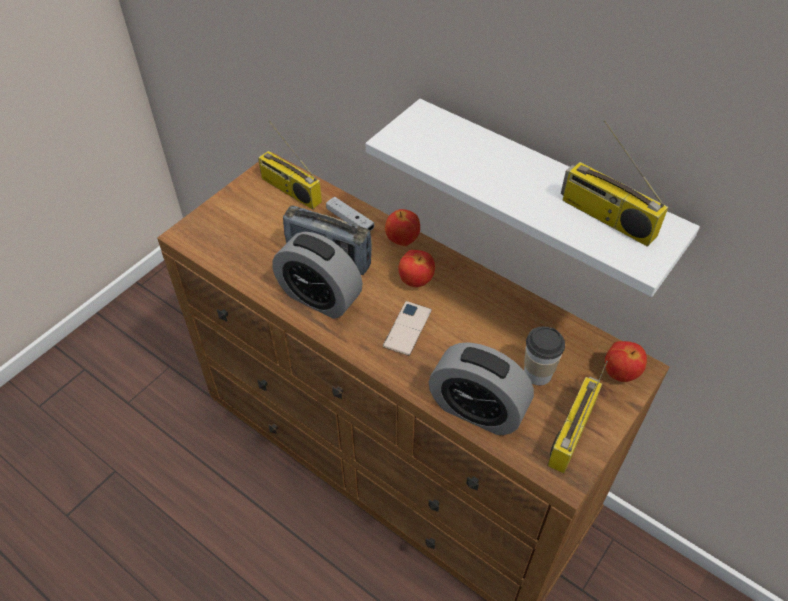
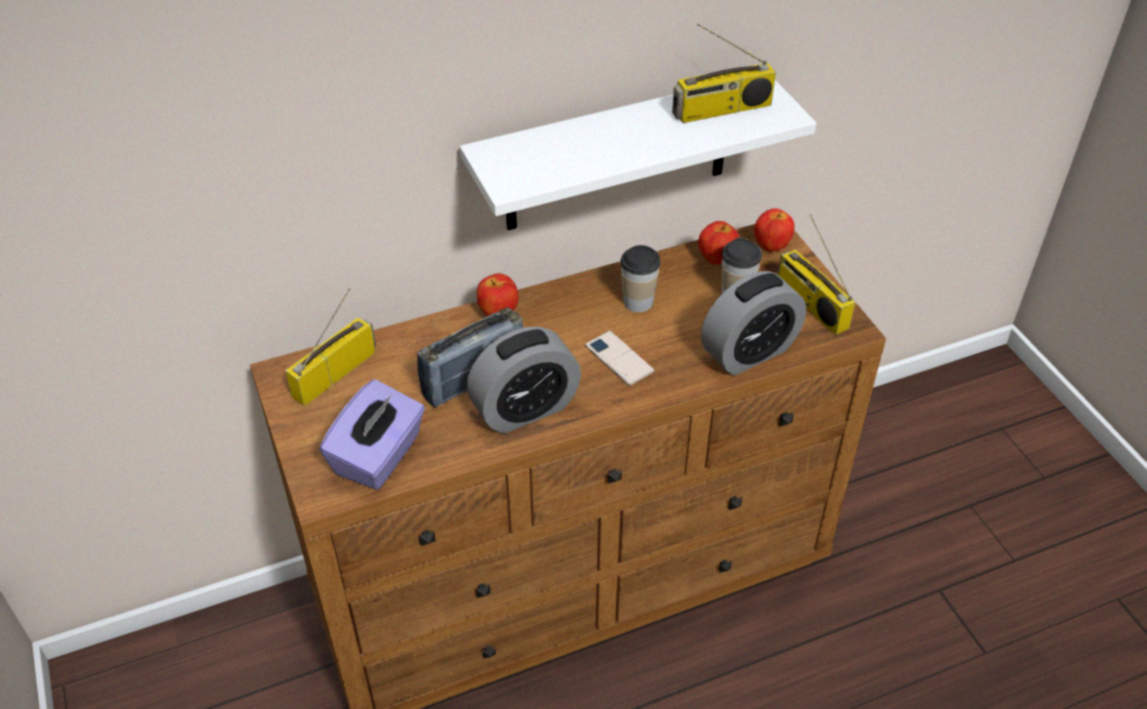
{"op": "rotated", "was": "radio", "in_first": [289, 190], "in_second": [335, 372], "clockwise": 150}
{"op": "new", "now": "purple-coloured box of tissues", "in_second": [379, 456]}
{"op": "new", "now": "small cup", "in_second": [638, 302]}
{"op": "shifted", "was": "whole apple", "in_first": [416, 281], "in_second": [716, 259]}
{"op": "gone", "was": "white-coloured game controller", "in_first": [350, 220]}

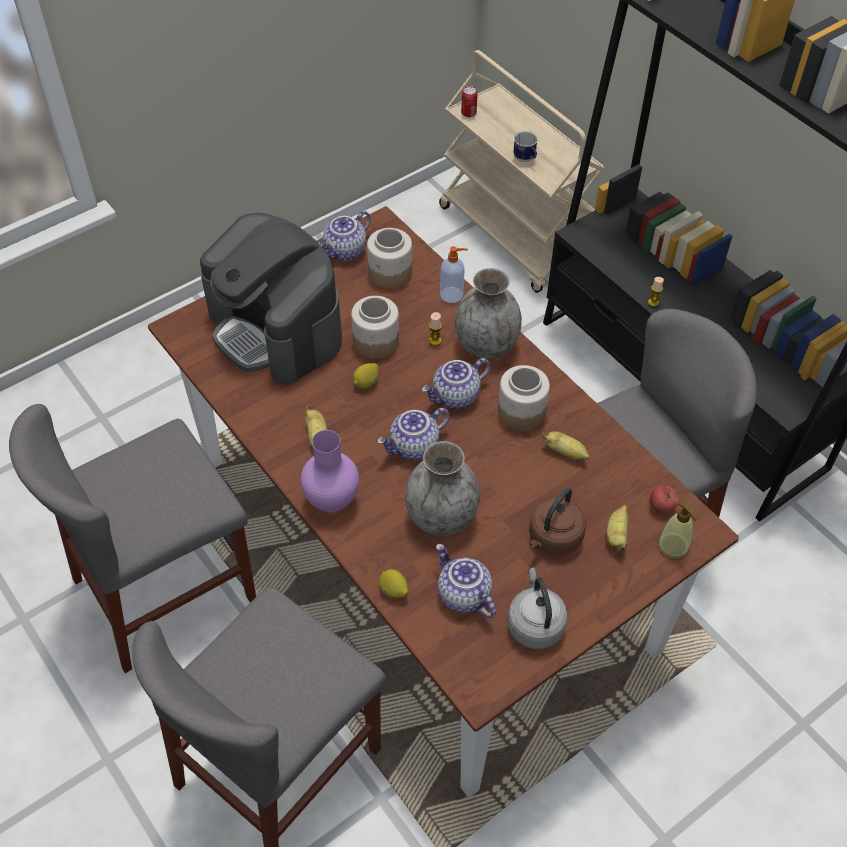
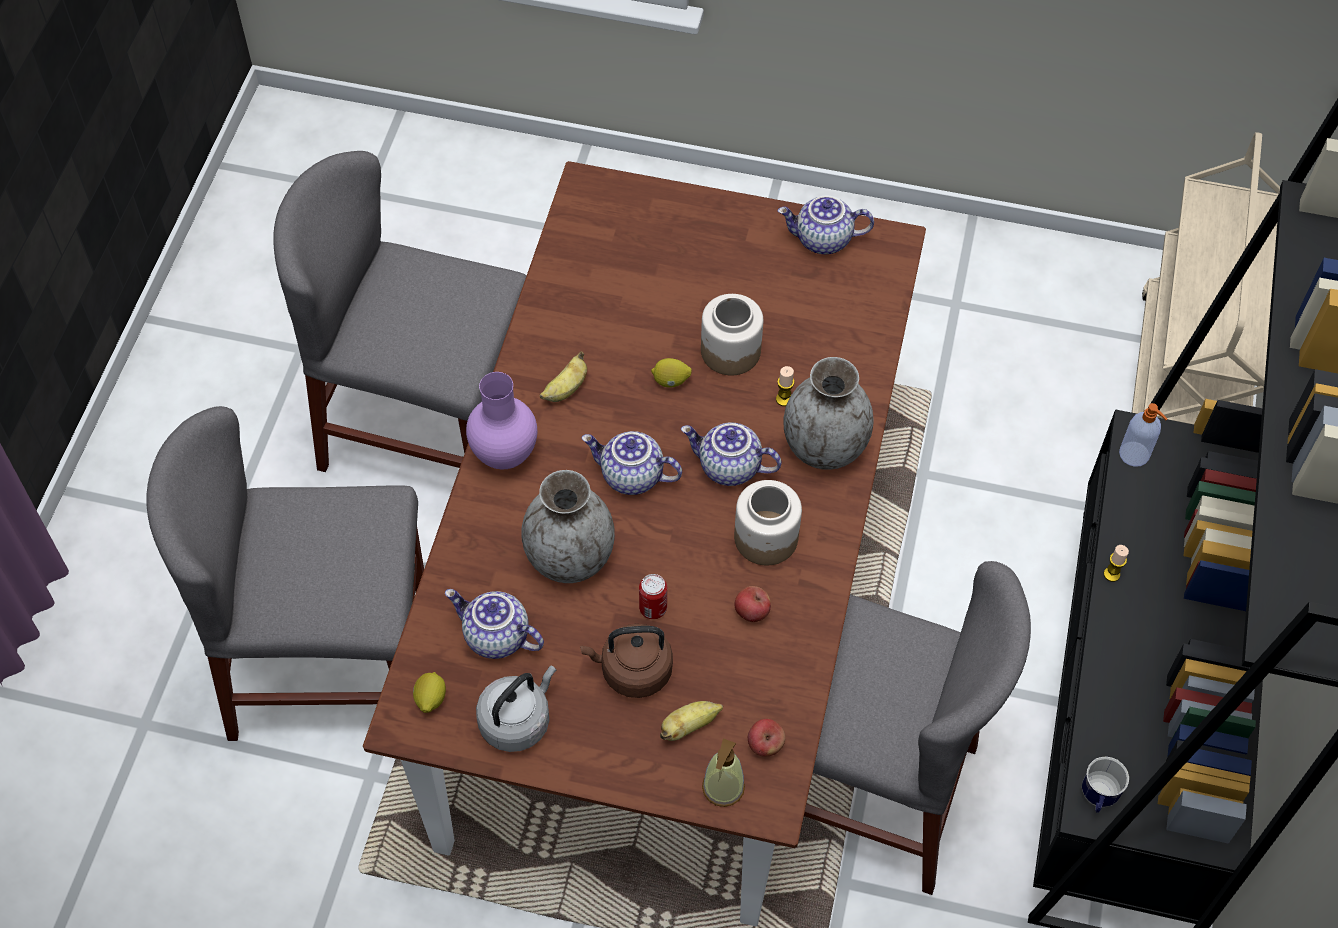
{"op": "shifted", "was": "whole lemon", "in_first": [393, 590], "in_second": [430, 699]}
{"op": "rotated", "was": "teapot", "in_first": [462, 595], "in_second": [495, 637], "clockwise": -75}
{"op": "shifted", "was": "metal can", "in_first": [468, 113], "in_second": [653, 608]}
{"op": "swapped", "was": "banana", "now": "whole apple", "in_first": [565, 453], "in_second": [751, 612]}
{"op": "shifted", "was": "coffee mug", "in_first": [526, 159], "in_second": [1097, 798]}
{"op": "shifted", "was": "soap bottle", "in_first": [452, 295], "in_second": [1135, 455]}
{"op": "gone", "was": "coffee brewer", "in_first": [276, 330]}
{"op": "gone", "was": "jar", "in_first": [390, 273]}

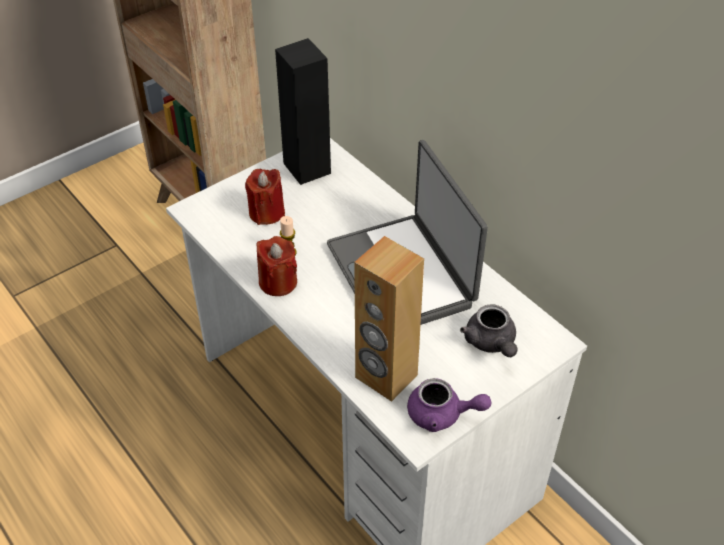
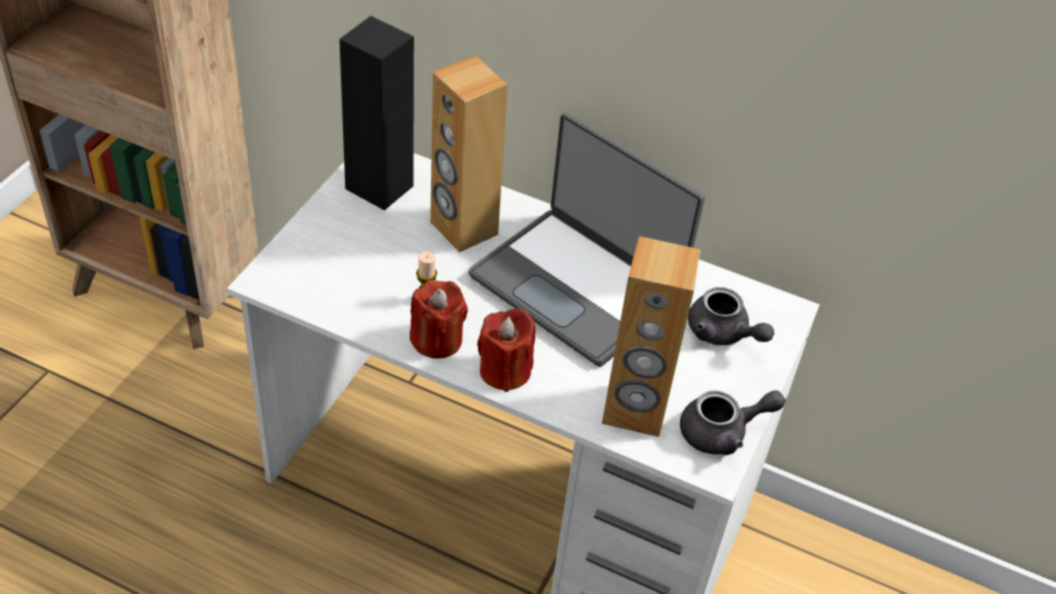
{"op": "new", "now": "brown loudspeaker", "in_second": [463, 228]}
{"op": "shifted", "was": "red candle", "in_first": [266, 213], "in_second": [505, 370]}
{"op": "repainted", "was": "purple-coloured teapot", "now": "grey teapot", "in_first": [442, 415], "in_second": [722, 433]}

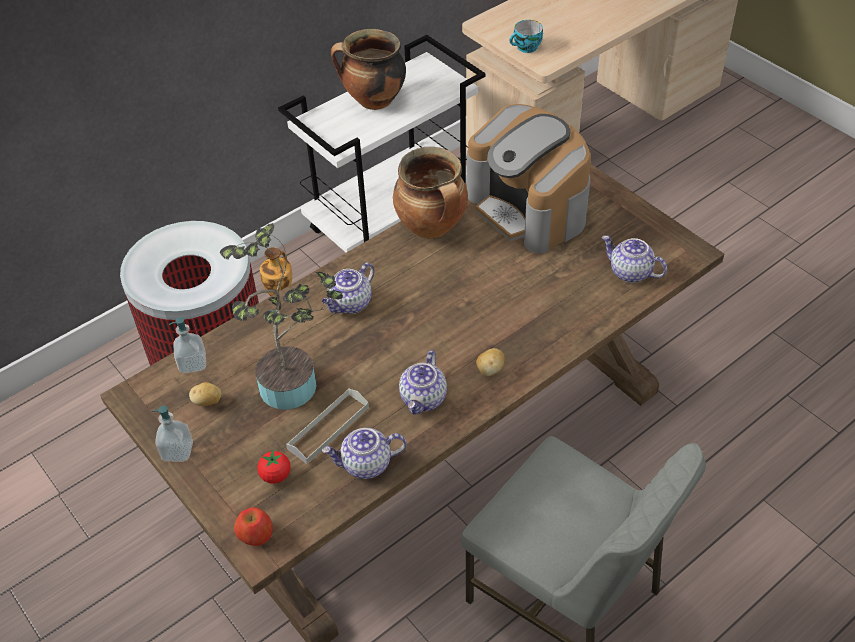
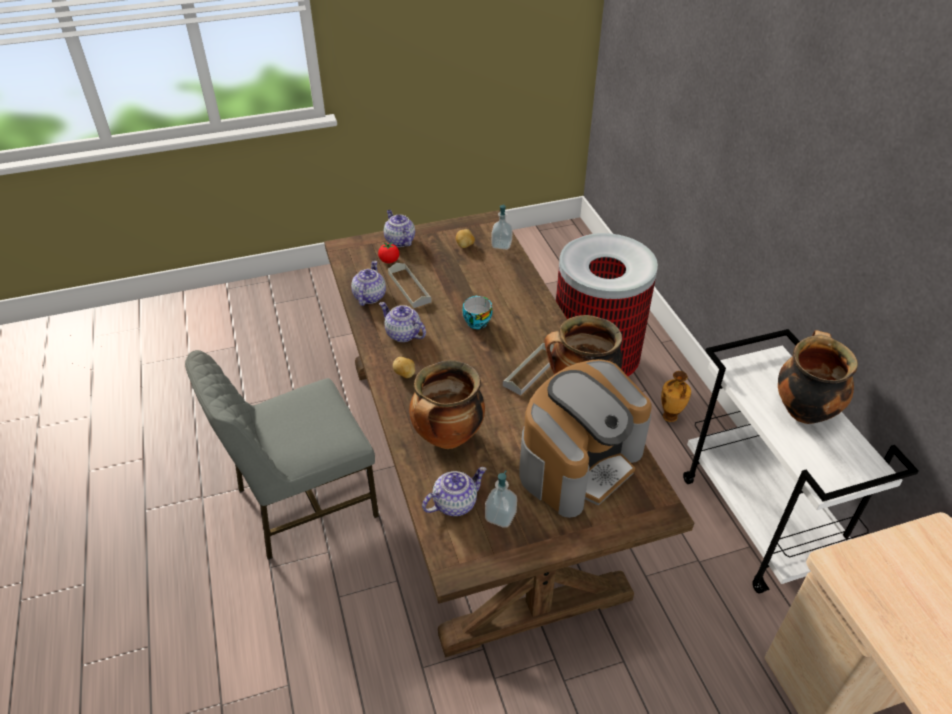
{"op": "shifted", "was": "teapot", "in_first": [350, 304], "in_second": [399, 241]}
{"op": "new", "now": "stockpot", "in_second": [447, 438]}
{"op": "shifted", "was": "small cup", "in_first": [526, 48], "in_second": [476, 321]}
{"op": "shifted", "was": "soap bottle", "in_first": [177, 451], "in_second": [500, 516]}
{"op": "new", "now": "grey tray", "in_second": [531, 371]}
{"op": "rotated", "was": "coffee brewer", "in_first": [529, 208], "in_second": [579, 462], "clockwise": 150}
{"op": "gone", "was": "houseplant", "in_first": [295, 384]}
{"op": "gone", "was": "whole apple", "in_first": [256, 534]}

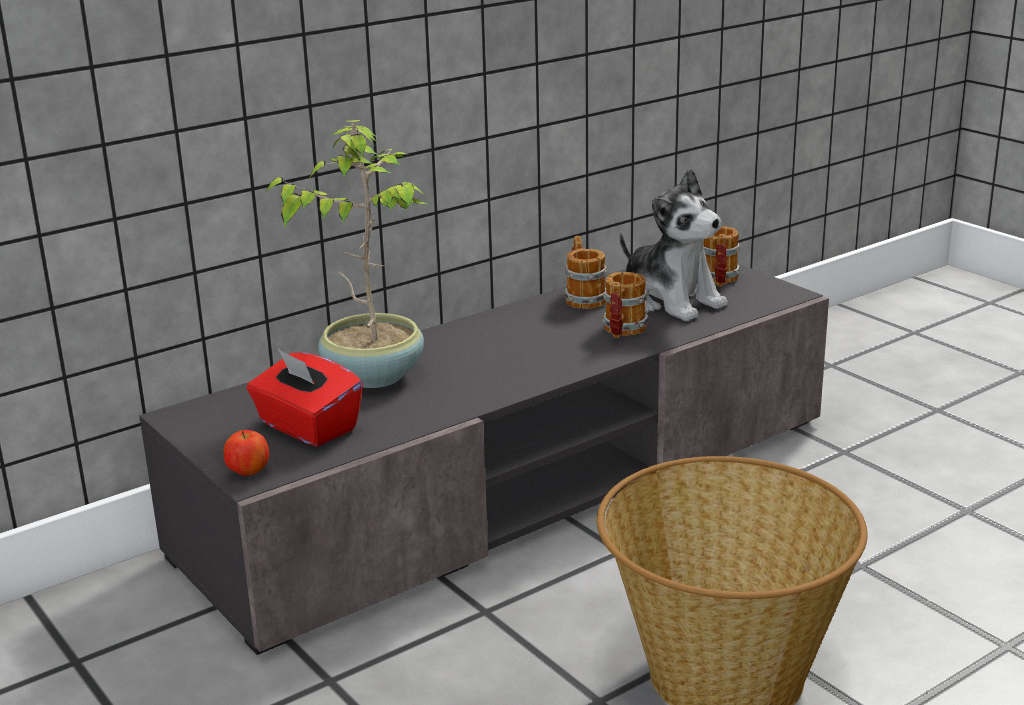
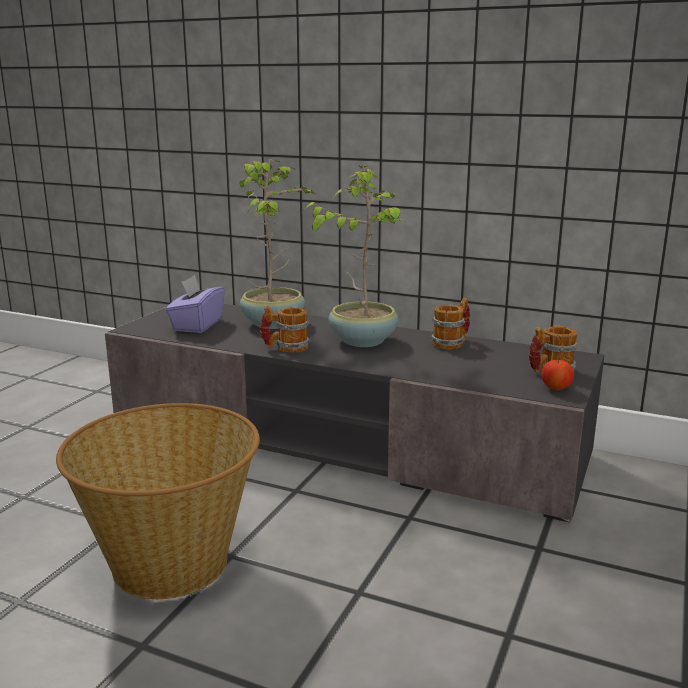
{"op": "repainted", "was": "red box of tissues", "now": "purple-coloured box of tissues", "in_first": [307, 427], "in_second": [197, 325]}
{"op": "shifted", "was": "coffee mug", "in_first": [622, 331], "in_second": [285, 348]}
{"op": "new", "now": "houseplant", "in_second": [362, 340]}
{"op": "shifted", "was": "whole apple", "in_first": [248, 473], "in_second": [555, 389]}
{"op": "gone", "was": "plush toy", "in_first": [671, 301]}

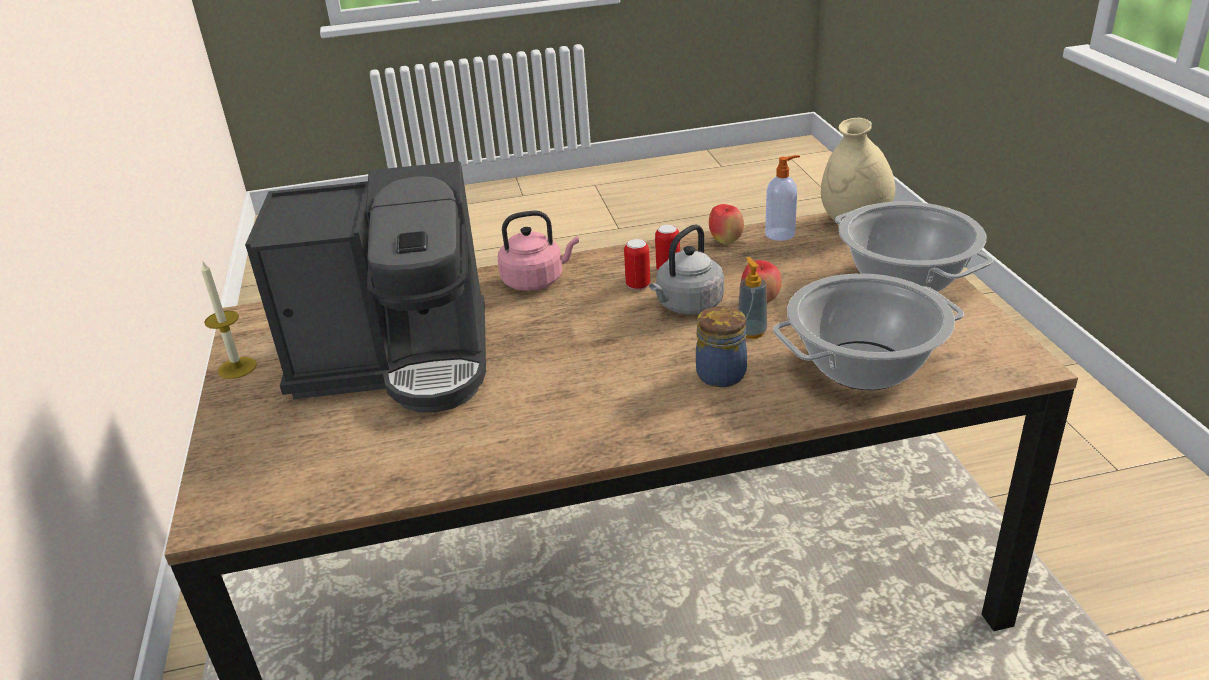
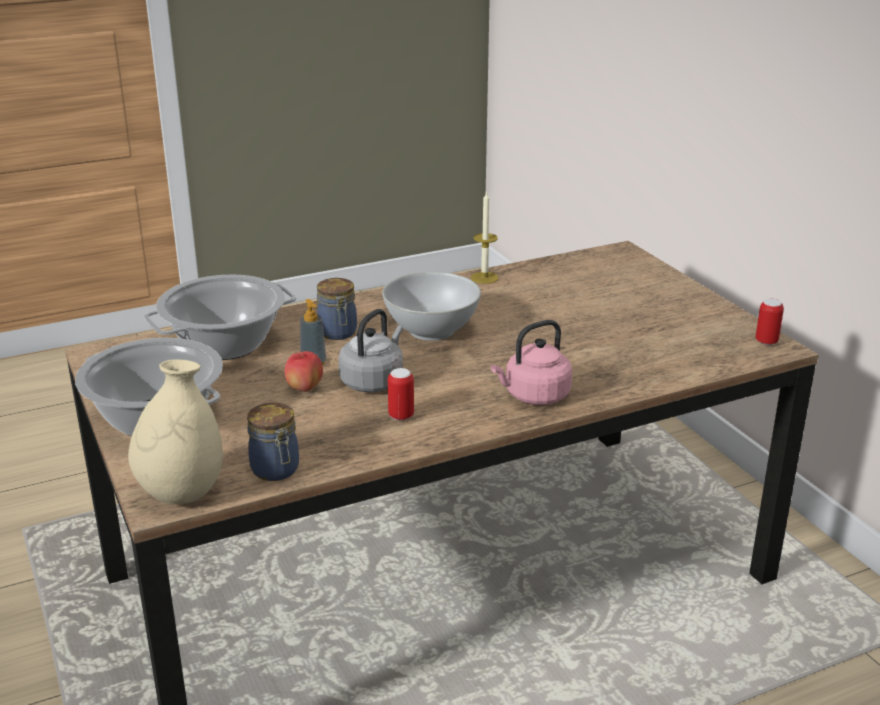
{"op": "swapped", "was": "soap bottle", "now": "jar", "in_first": [781, 234], "in_second": [276, 470]}
{"op": "new", "now": "white-coloured bowl", "in_second": [431, 331]}
{"op": "shifted", "was": "candle", "in_first": [237, 368], "in_second": [484, 277]}
{"op": "shifted", "was": "metal can", "in_first": [638, 285], "in_second": [766, 341]}
{"op": "gone", "was": "coffee brewer", "in_first": [398, 361]}
{"op": "gone", "was": "whole apple", "in_first": [726, 241]}

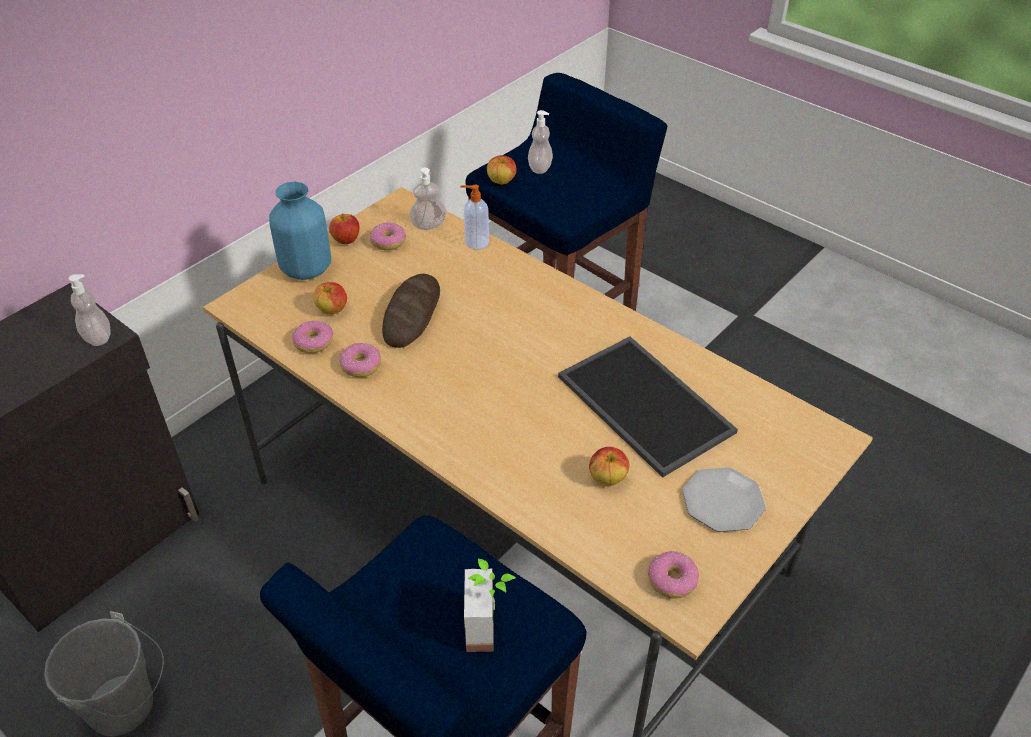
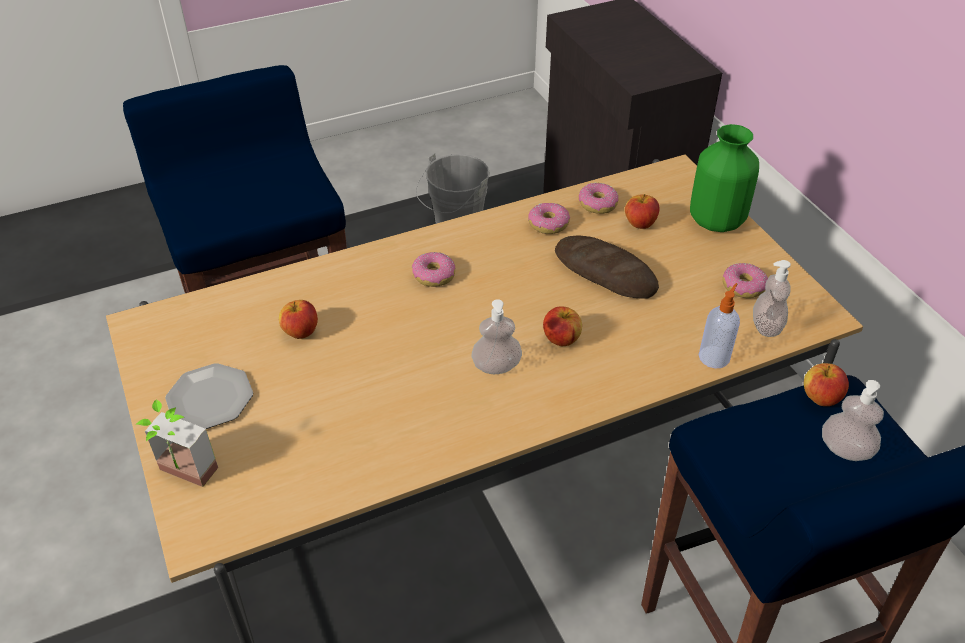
{"op": "shifted", "was": "houseplant", "in_first": [491, 627], "in_second": [182, 477]}
{"op": "shifted", "was": "ring doughnut", "in_first": [672, 580], "in_second": [433, 275]}
{"op": "shifted", "was": "soap bottle", "in_first": [98, 337], "in_second": [496, 366]}
{"op": "shifted", "was": "whole apple", "in_first": [346, 240], "in_second": [561, 339]}
{"op": "repainted", "was": "bluish decorative vase", "now": "greenish decorative vase", "in_first": [305, 269], "in_second": [715, 220]}
{"op": "gone", "was": "tray", "in_first": [648, 404]}

